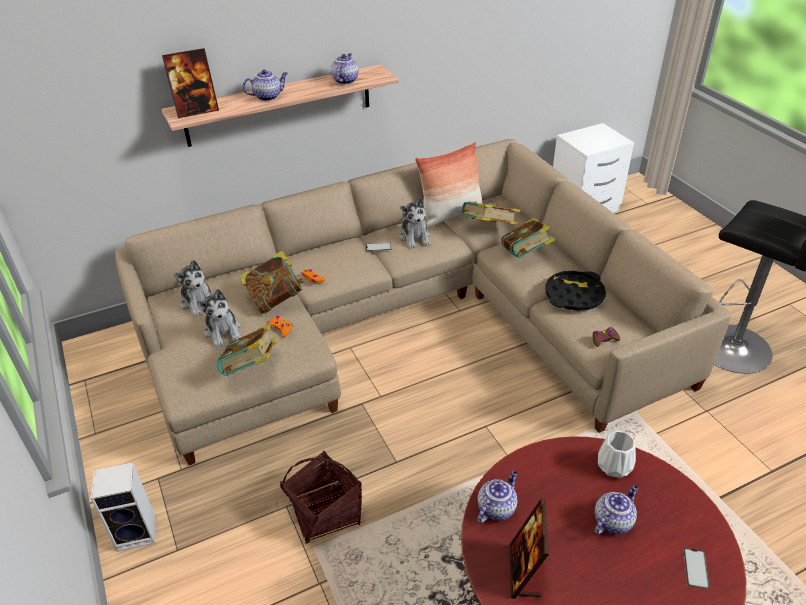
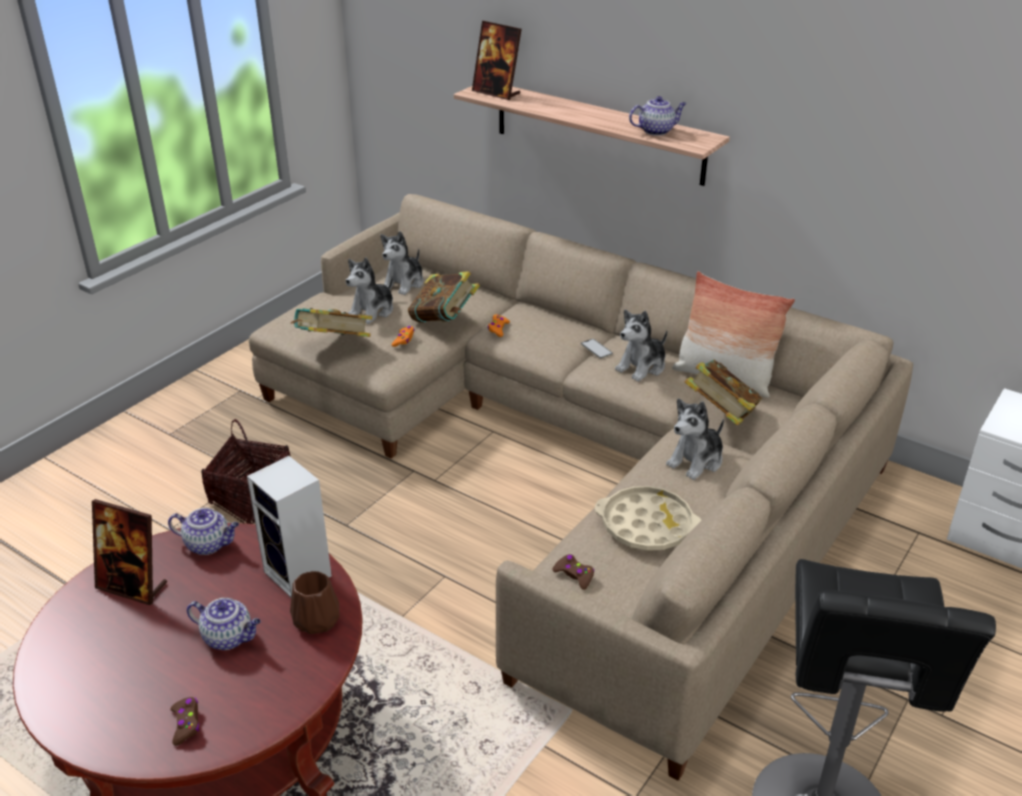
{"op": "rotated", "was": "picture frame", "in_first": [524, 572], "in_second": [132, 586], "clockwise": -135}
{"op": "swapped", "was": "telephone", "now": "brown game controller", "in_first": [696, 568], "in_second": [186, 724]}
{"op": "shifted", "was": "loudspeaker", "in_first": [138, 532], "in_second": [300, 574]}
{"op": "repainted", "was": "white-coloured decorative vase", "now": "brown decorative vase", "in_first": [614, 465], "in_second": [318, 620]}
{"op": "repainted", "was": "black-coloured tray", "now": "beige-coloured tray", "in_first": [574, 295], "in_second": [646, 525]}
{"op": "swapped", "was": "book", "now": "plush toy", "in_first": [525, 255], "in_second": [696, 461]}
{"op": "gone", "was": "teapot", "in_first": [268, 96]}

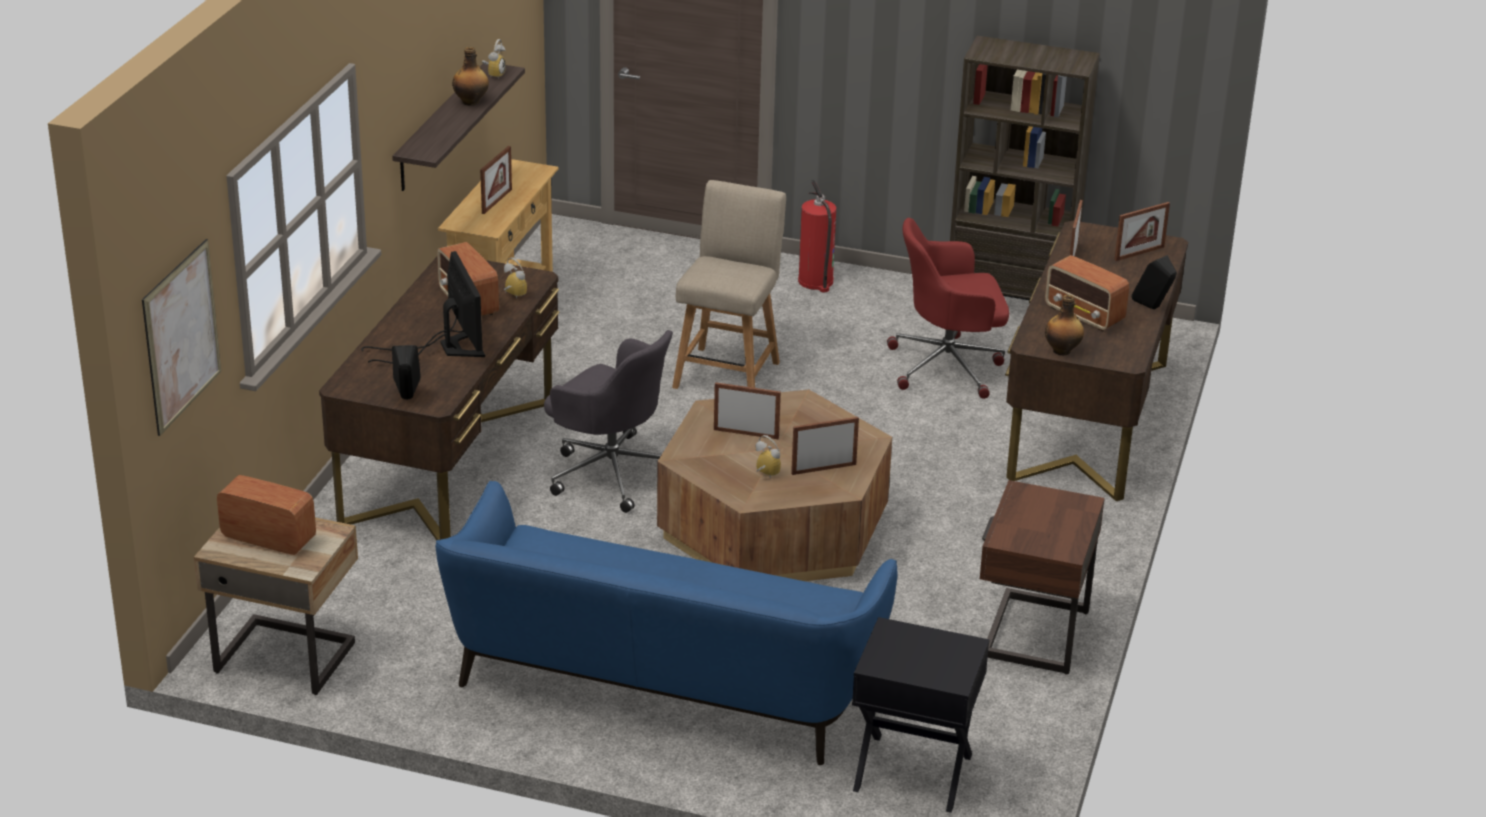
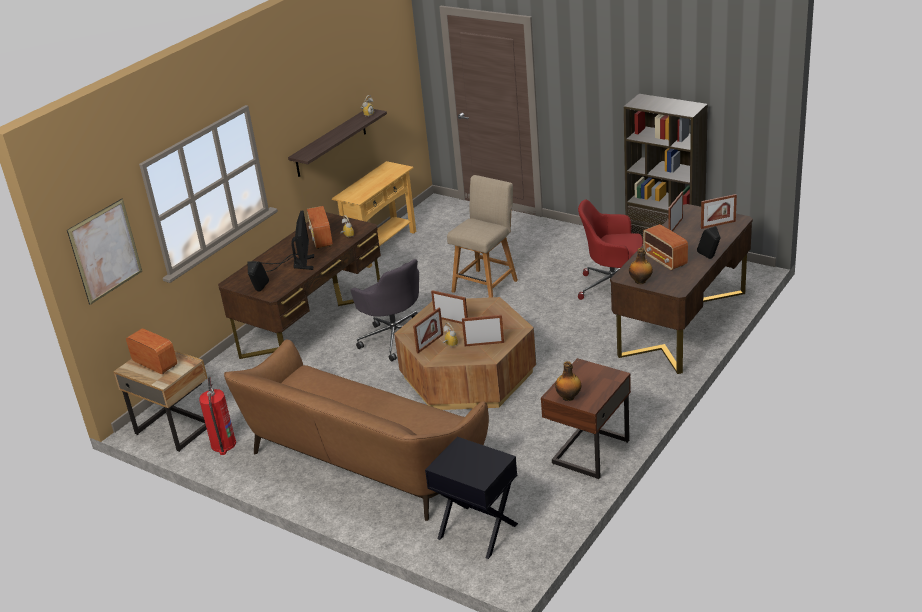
{"op": "shifted", "was": "fire-fighting cylinder", "in_first": [816, 282], "in_second": [223, 445]}
{"op": "repainted", "was": "bluish settee", "now": "brown settee", "in_first": [660, 682], "in_second": [361, 461]}
{"op": "shifted", "was": "picture frame", "in_first": [497, 201], "in_second": [430, 343]}
{"op": "shifted", "was": "bottle", "in_first": [471, 102], "in_second": [568, 397]}

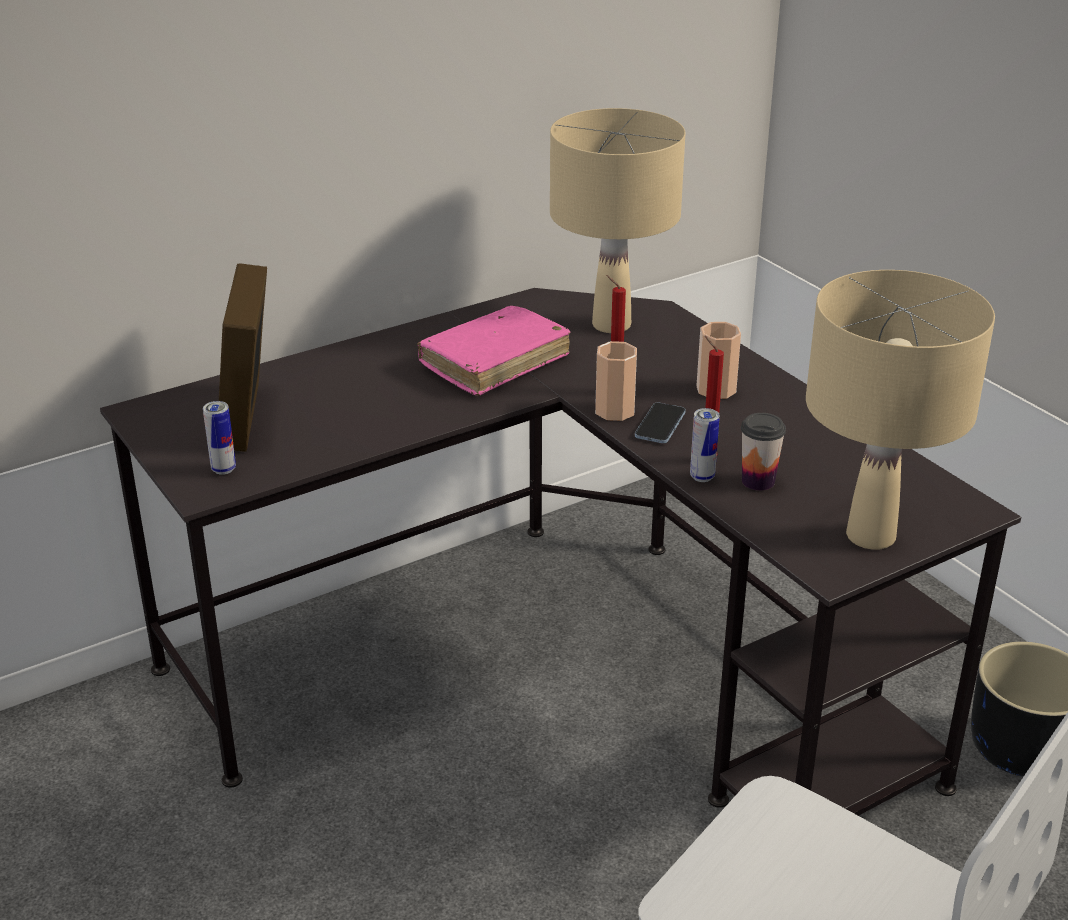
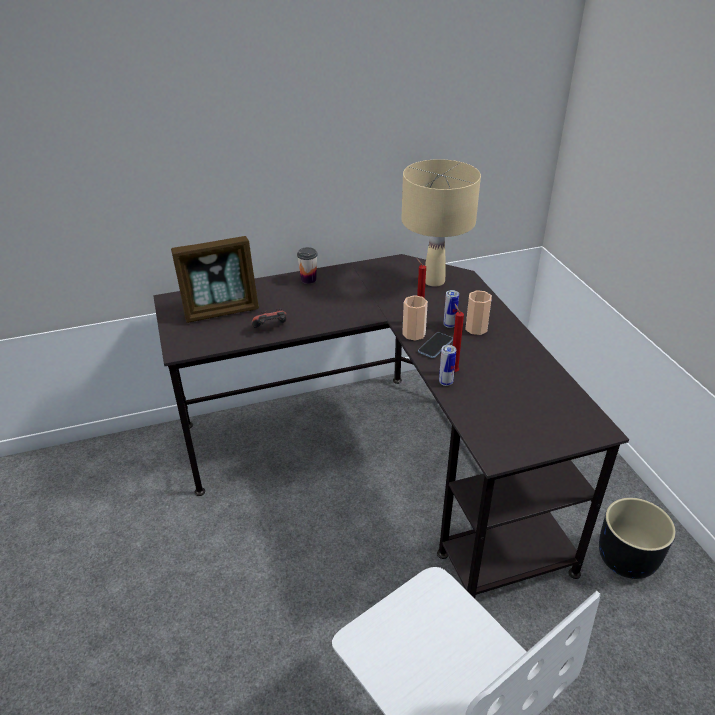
{"op": "rotated", "was": "picture frame", "in_first": [248, 417], "in_second": [221, 311], "clockwise": -120}
{"op": "new", "now": "game controller", "in_second": [271, 328]}
{"op": "shifted", "was": "small cup", "in_first": [758, 481], "in_second": [308, 279]}
{"op": "shifted", "was": "metal can", "in_first": [223, 469], "in_second": [449, 325]}
{"op": "gone", "was": "pinkish book", "in_first": [494, 362]}
{"op": "gone", "was": "beige-coloured tabletop lamp", "in_first": [870, 537]}

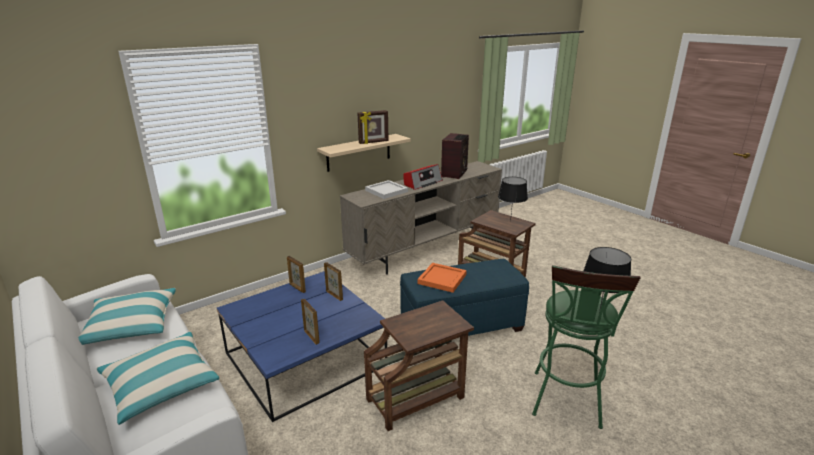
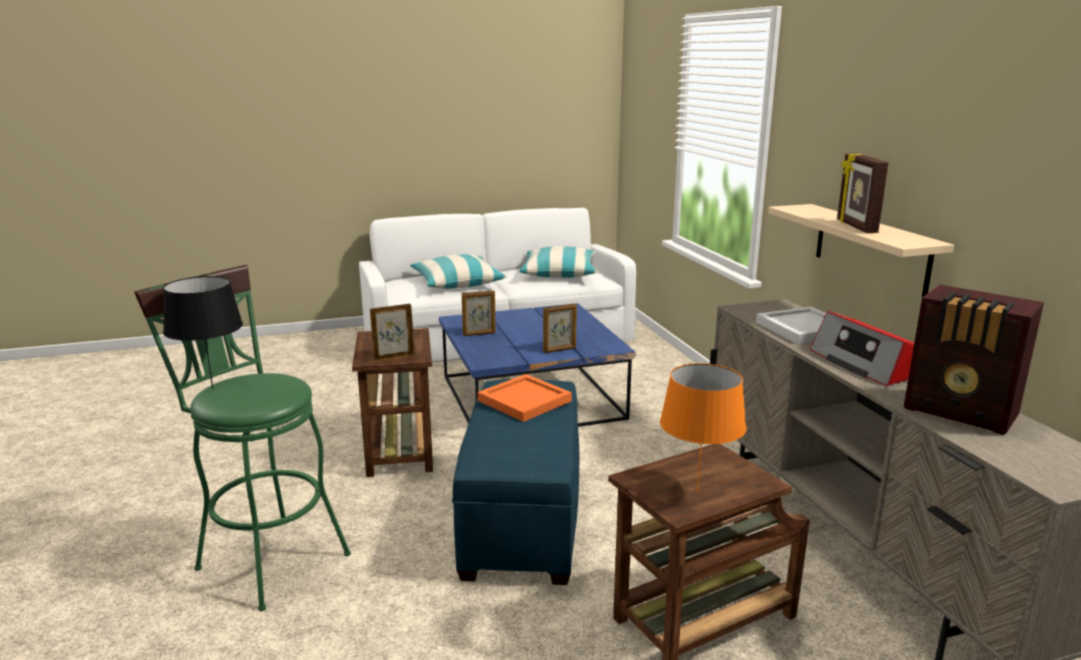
{"op": "shifted", "was": "picture frame", "in_first": [297, 288], "in_second": [394, 357]}
{"op": "repainted", "was": "black-coloured tabletop lamp", "now": "orange tabletop lamp", "in_first": [510, 221], "in_second": [698, 491]}

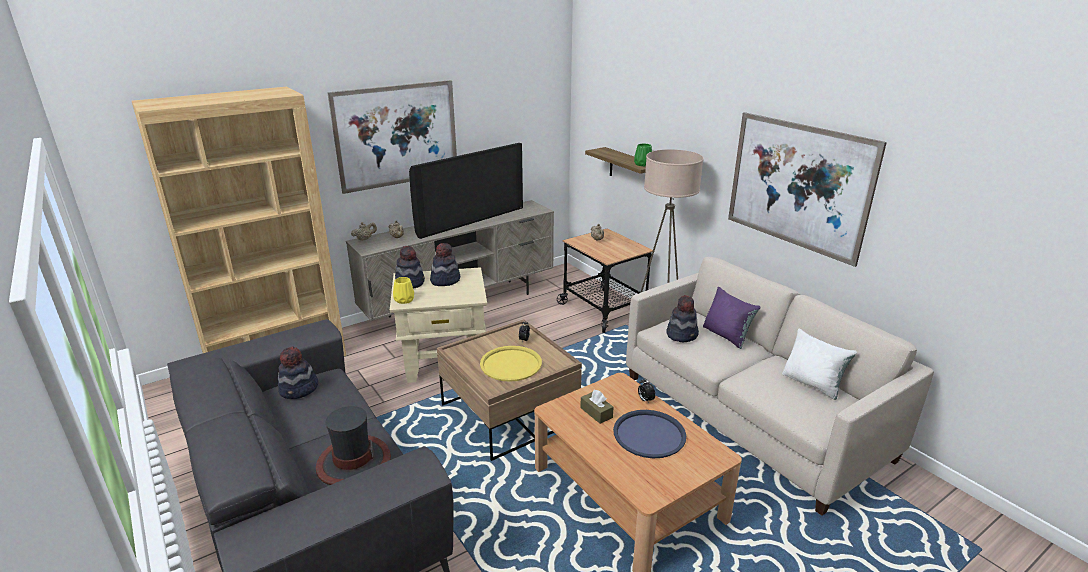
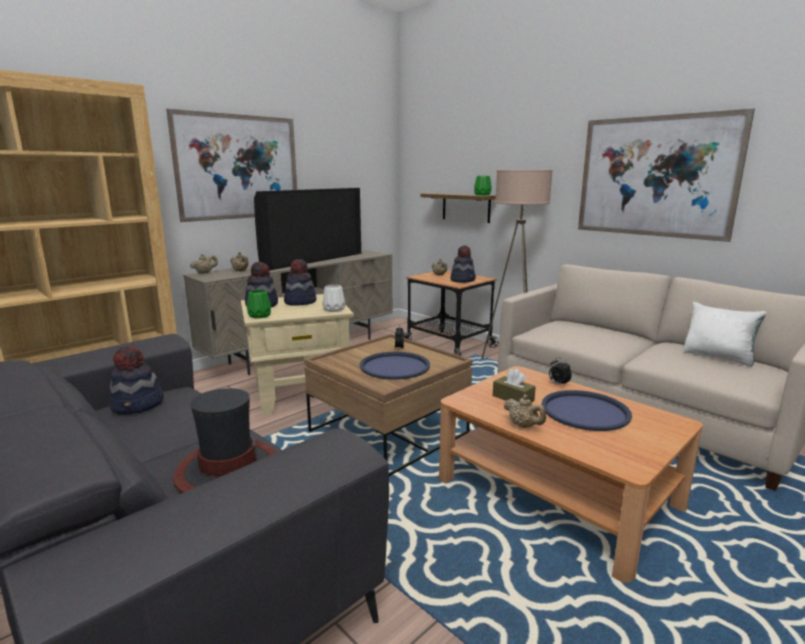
{"op": "repainted", "was": "yellow-coloured decorative vase", "now": "greenish decorative vase", "in_first": [405, 300], "in_second": [260, 316]}
{"op": "new", "now": "white-coloured decorative vase", "in_second": [333, 310]}
{"op": "repainted", "was": "yellow-coloured tray", "now": "bluish tray", "in_first": [511, 364], "in_second": [394, 366]}
{"op": "shifted", "was": "clothing hat", "in_first": [682, 334], "in_second": [463, 280]}
{"op": "new", "now": "beige-coloured teapot", "in_second": [523, 426]}
{"op": "gone", "was": "purple-coloured cushion", "in_first": [726, 336]}

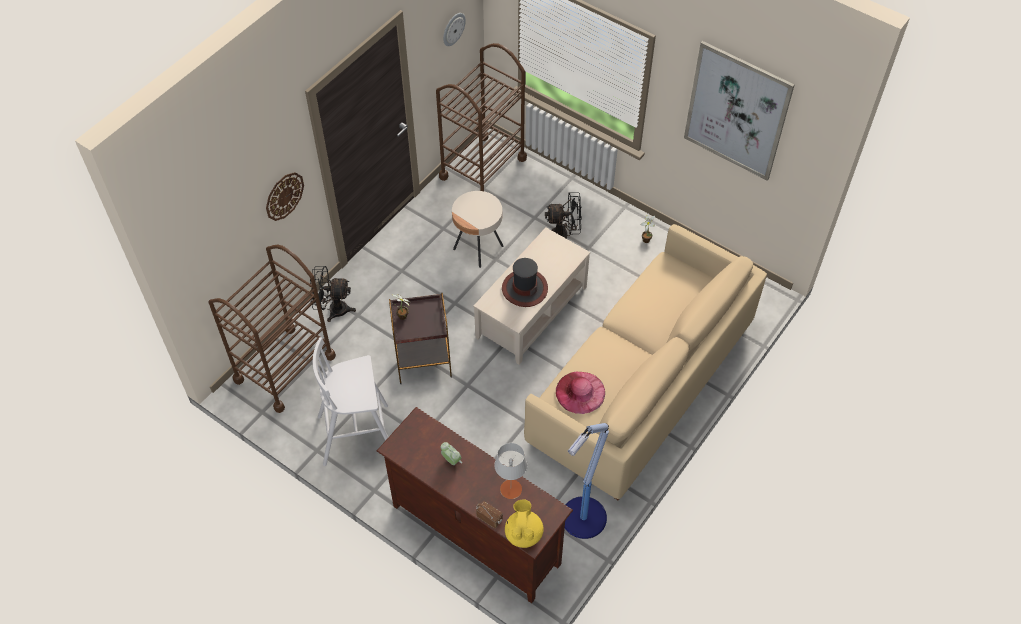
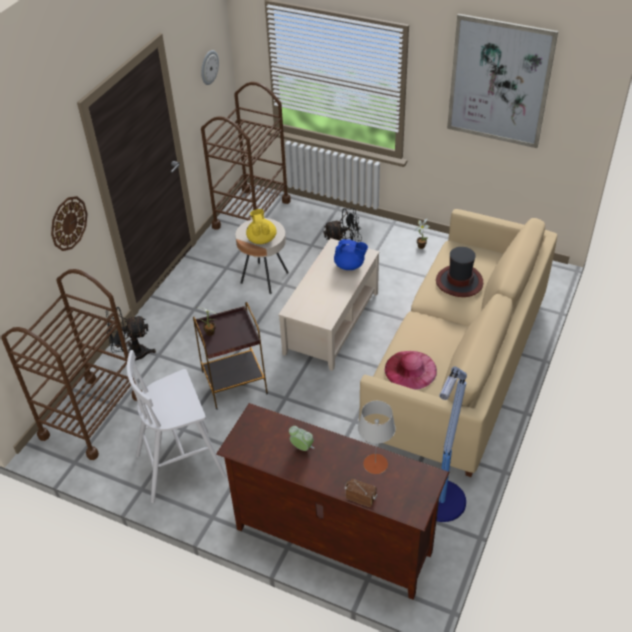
{"op": "shifted", "was": "yellow-coloured teapot", "in_first": [523, 533], "in_second": [261, 239]}
{"op": "new", "now": "bluish teapot", "in_second": [350, 265]}
{"op": "shifted", "was": "clothing hat", "in_first": [524, 288], "in_second": [459, 281]}

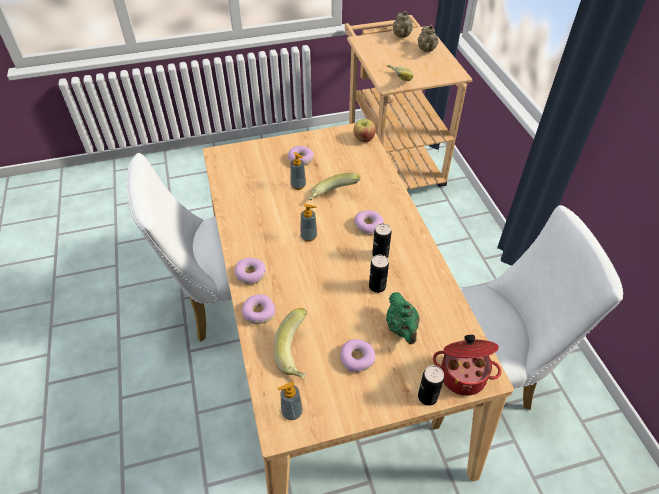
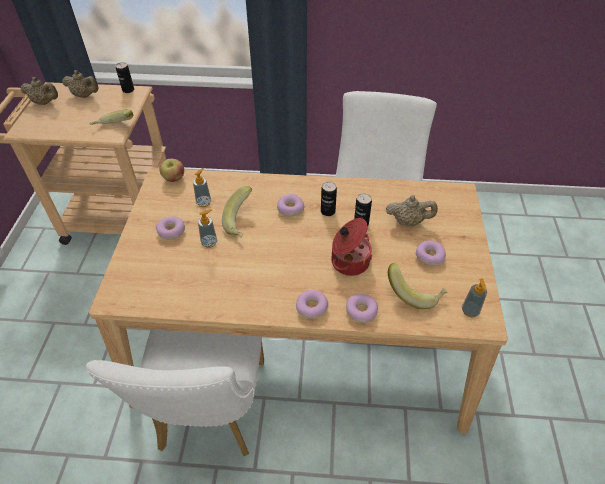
{"op": "shifted", "was": "metal can", "in_first": [427, 396], "in_second": [128, 90]}
{"op": "shifted", "was": "soap bottle", "in_first": [309, 236], "in_second": [204, 203]}
{"op": "shifted", "was": "stockpot", "in_first": [463, 374], "in_second": [349, 261]}
{"op": "repainted", "was": "greenish teapot", "now": "beige-coloured teapot", "in_first": [402, 329], "in_second": [408, 222]}

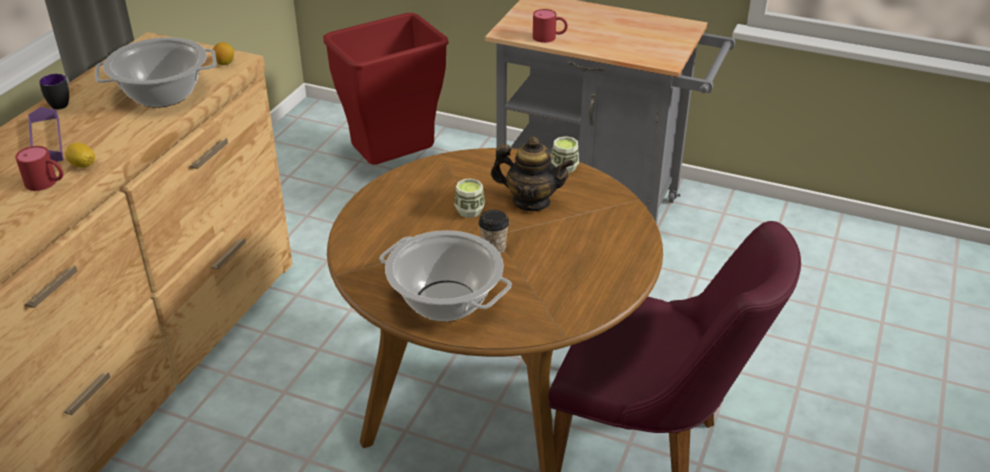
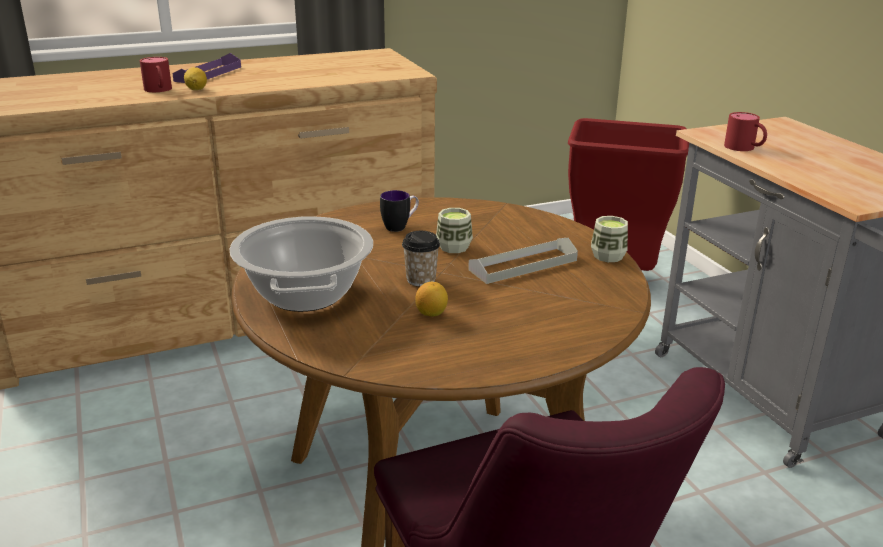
{"op": "shifted", "was": "coffee mug", "in_first": [62, 103], "in_second": [400, 226]}
{"op": "shifted", "was": "whole lemon", "in_first": [225, 63], "in_second": [431, 313]}
{"op": "swapped", "was": "teapot", "now": "grey tray", "in_first": [531, 201], "in_second": [523, 265]}
{"op": "gone", "was": "stockpot", "in_first": [162, 95]}

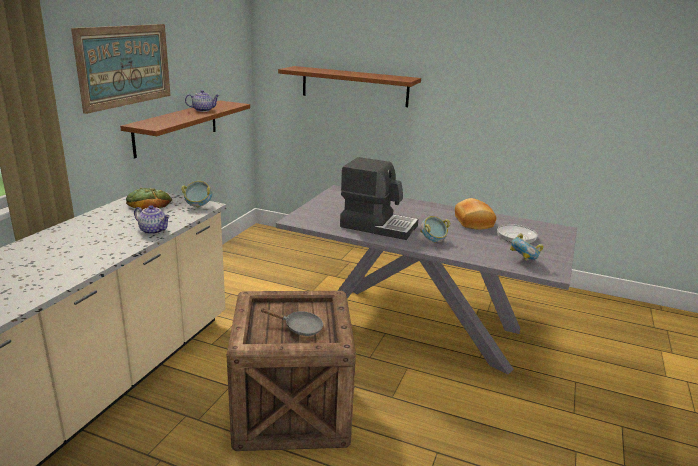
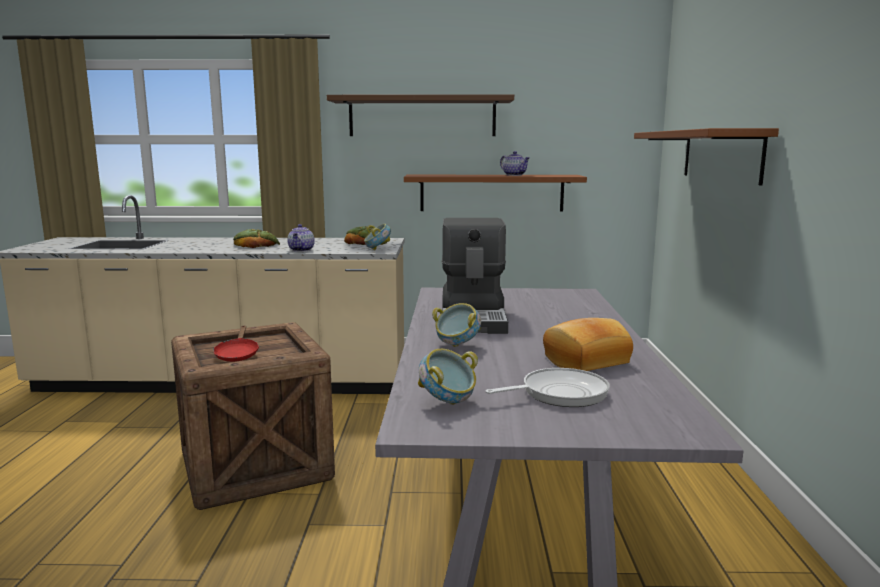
{"op": "repainted", "was": "grey skillet", "now": "red skillet", "in_first": [299, 328], "in_second": [237, 354]}
{"op": "new", "now": "baked bread", "in_second": [256, 245]}
{"op": "swapped", "was": "picture", "now": "brown shelf", "in_first": [125, 65], "in_second": [422, 117]}

